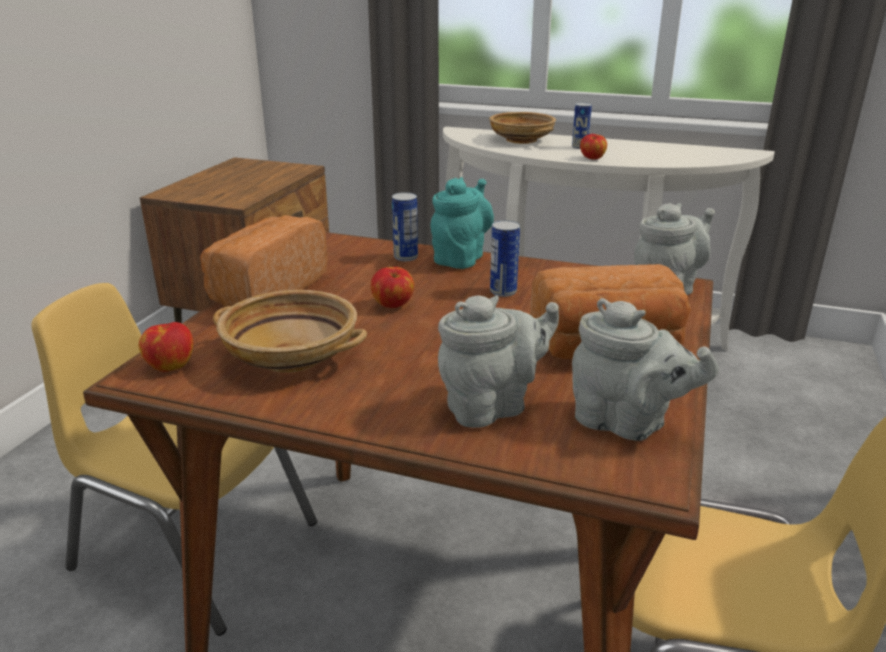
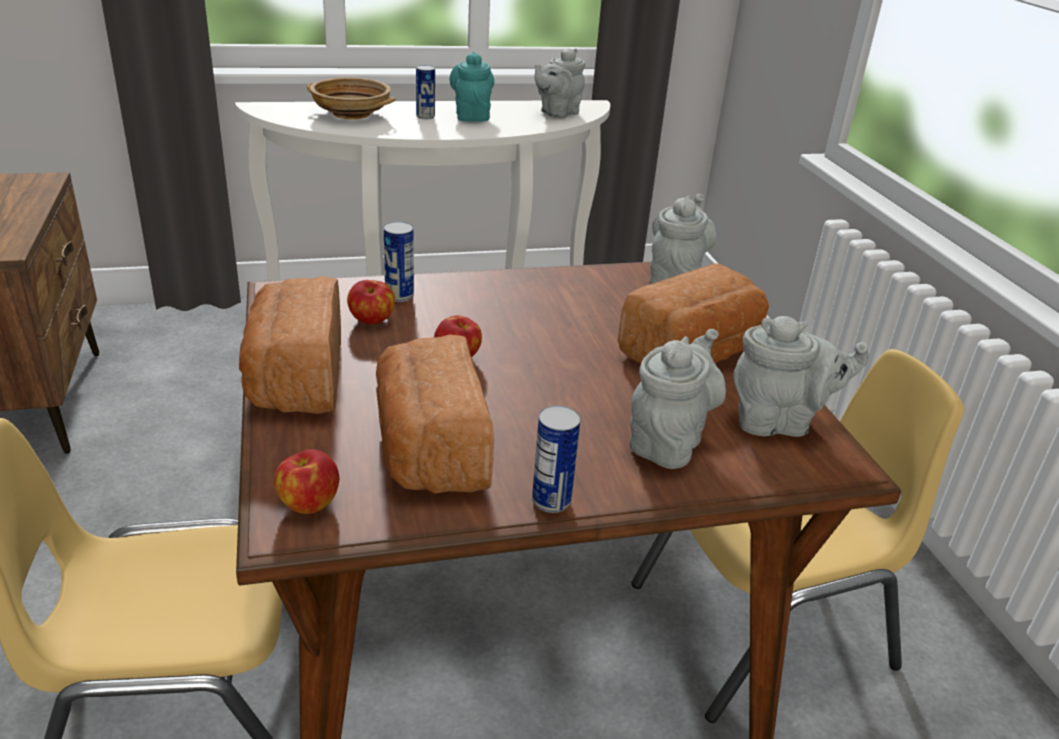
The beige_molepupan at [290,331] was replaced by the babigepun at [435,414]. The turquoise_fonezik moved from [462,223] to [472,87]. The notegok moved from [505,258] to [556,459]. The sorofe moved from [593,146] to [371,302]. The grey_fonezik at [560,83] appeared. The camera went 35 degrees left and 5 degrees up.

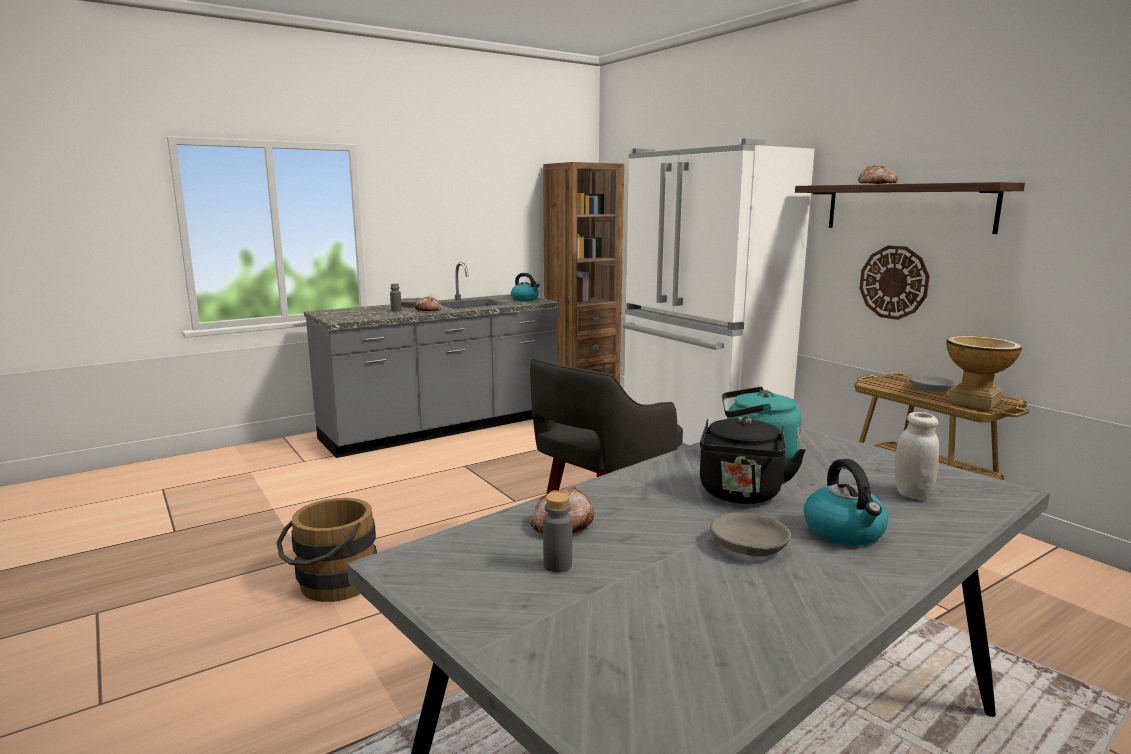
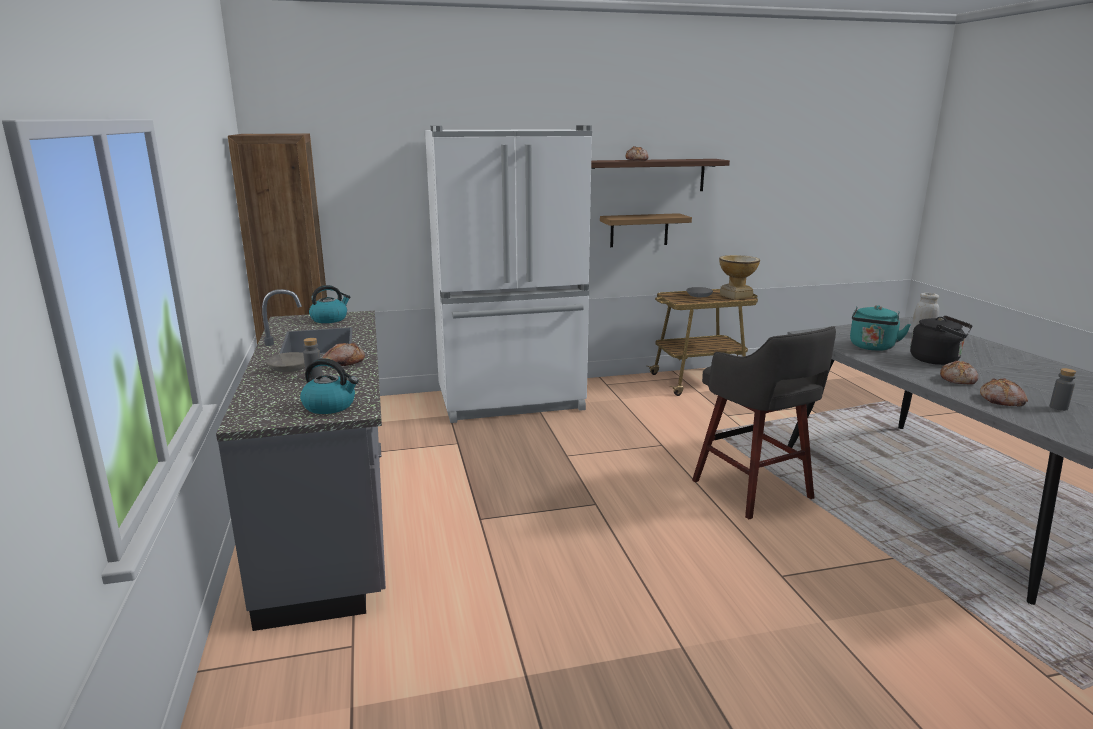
The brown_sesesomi at [326,550] disappeared. The grey_molepupan at [750,534] disappeared. The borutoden moved from [846,502] to [329,386]. The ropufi at [894,283] was replaced by the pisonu at [646,230]. The babigepun at [959,373] appeared. The camera went 70 degrees left and 5 degrees up.

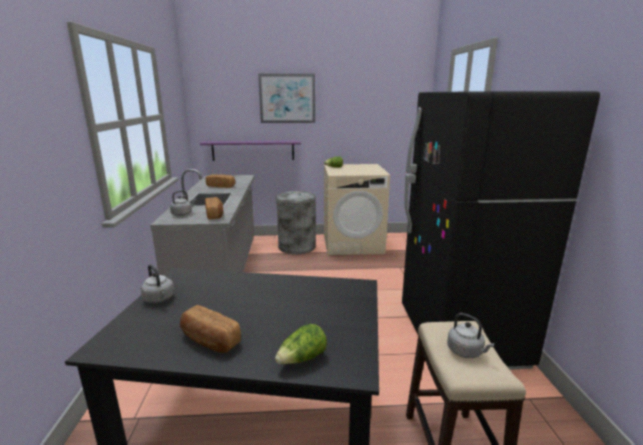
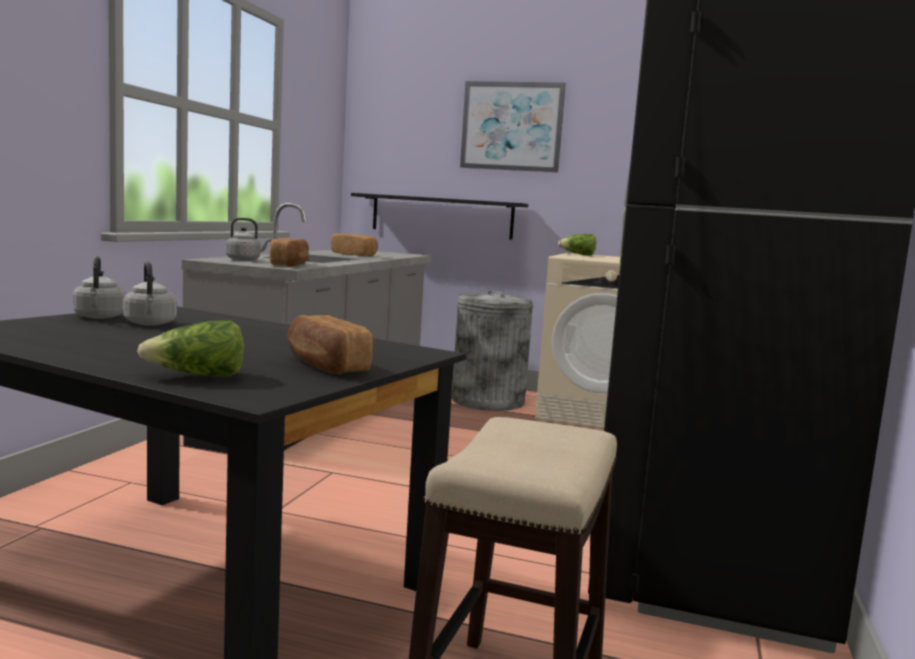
The babigepun moved from [210,329] to [330,344]. The purple_pisonu at [250,150] became the black_pisonu at [439,216]. The grey_borutoden moved from [470,335] to [150,294]. The camera went 20 degrees right and 10 degrees down.

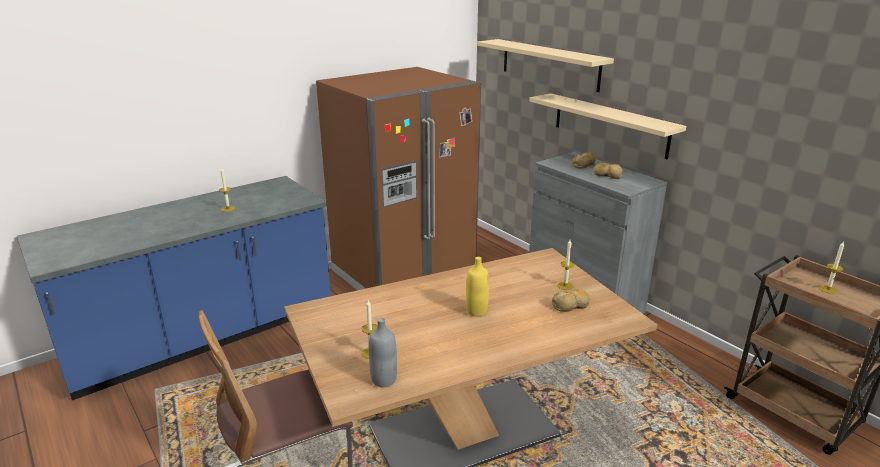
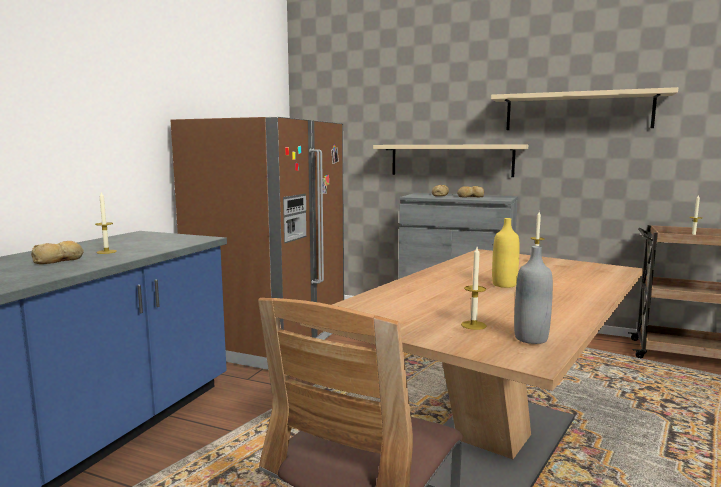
The beige_pisonu moved from [545,65] to [584,108]. The babigepun moved from [571,300] to [57,252]. The camera went 30 degrees left and 15 degrees down.

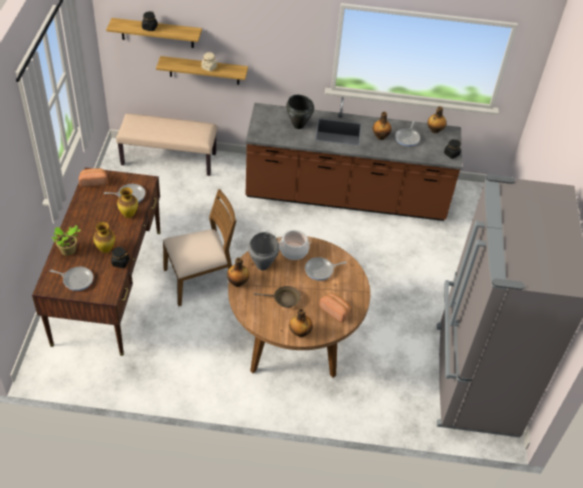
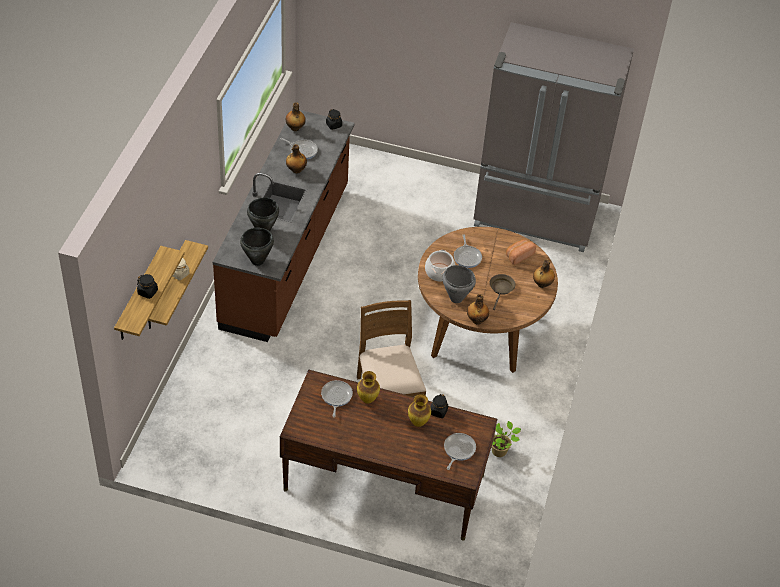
The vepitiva moved from [66,240] to [506,439]. The babigepun at [93,177] disappeared. The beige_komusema at [166,145] disappeared. The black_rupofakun at [257,247] appeared. The camera went 80 degrees left and 0 degrees up.

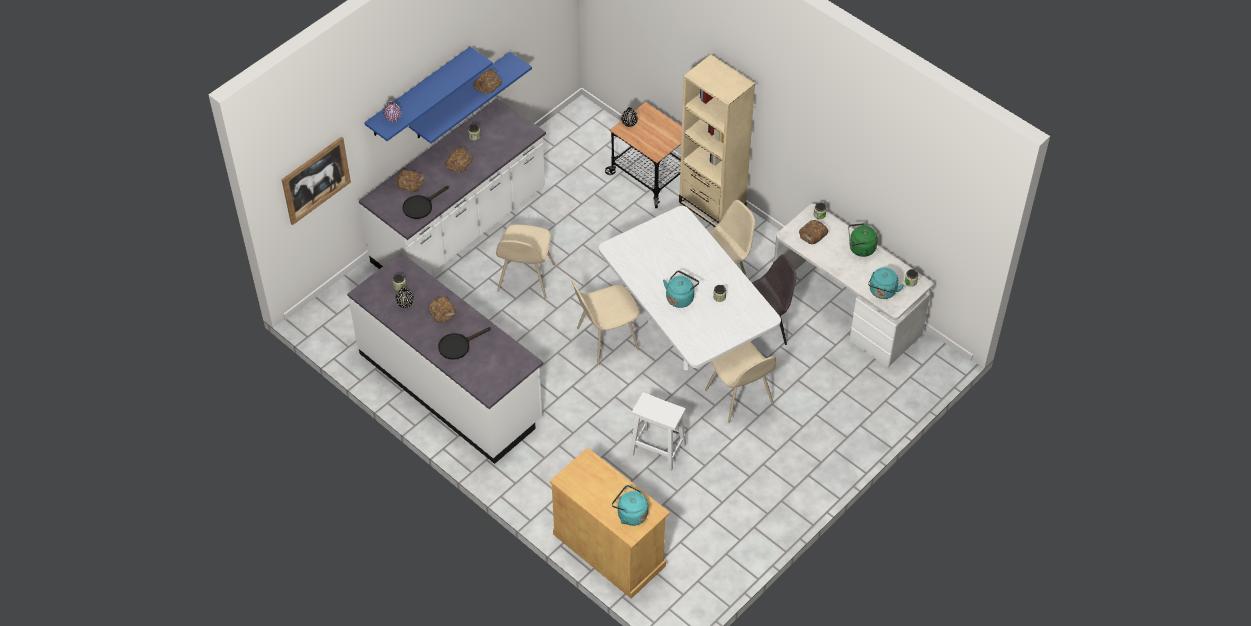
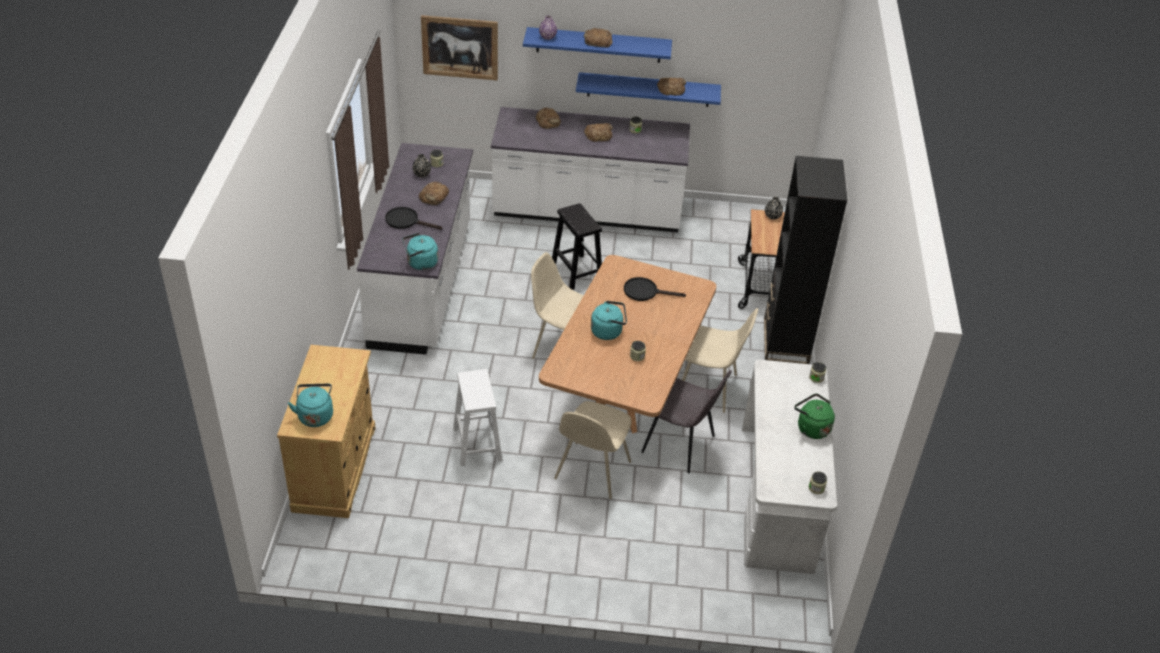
The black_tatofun moved from [425,202] to [655,289]. The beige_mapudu at [525,261] was replaced by the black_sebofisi at [577,246]. The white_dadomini at [690,288] became the brown_dadomini at [627,344]. The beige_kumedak at [717,140] became the black_kumedak at [805,260]. The babigepun moved from [813,232] to [598,38]. The turquoise_borutoden moved from [886,283] to [420,251]. The camera went 50 degrees right and 10 degrees down.

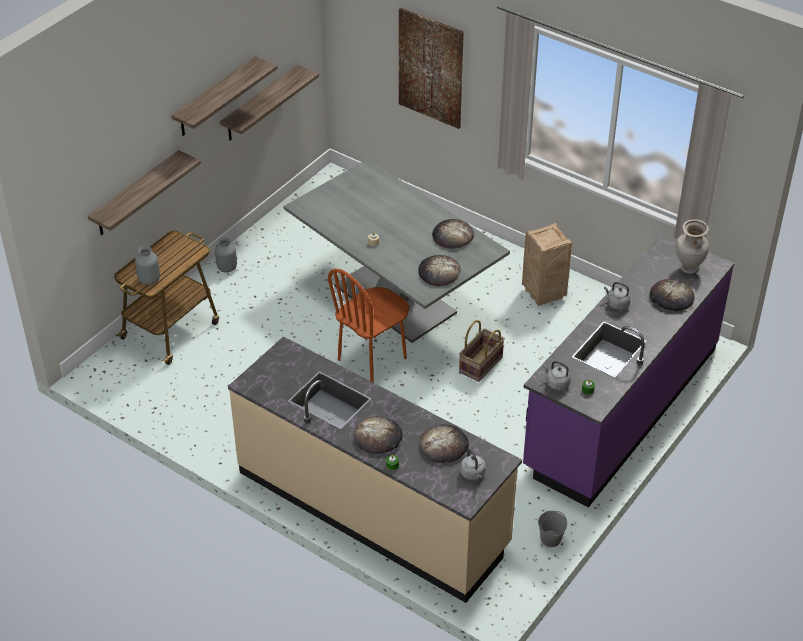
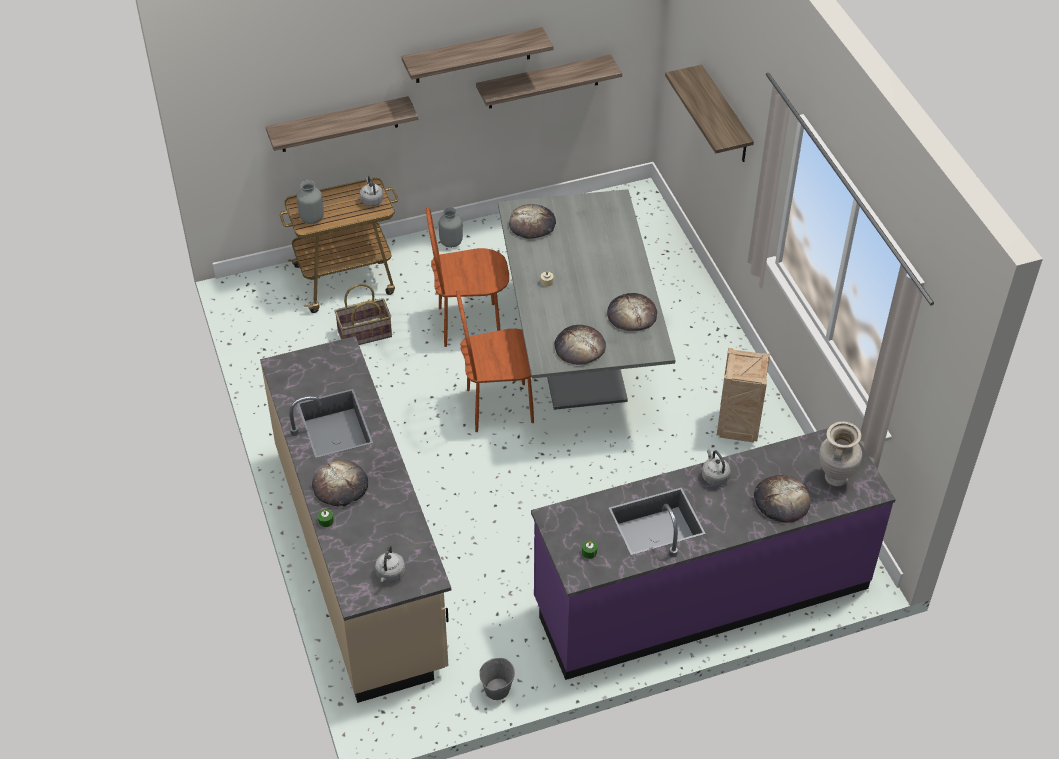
The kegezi at [431,68] was replaced by the pisonu at [709,113]. The babigepun moved from [444,443] to [532,221]. The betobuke moved from [482,351] to [363,314]. The grey_borutoden moved from [557,375] to [372,191]. The brown_mapudu at [467,277] appeared. The camera went 35 degrees right and 5 degrees up.

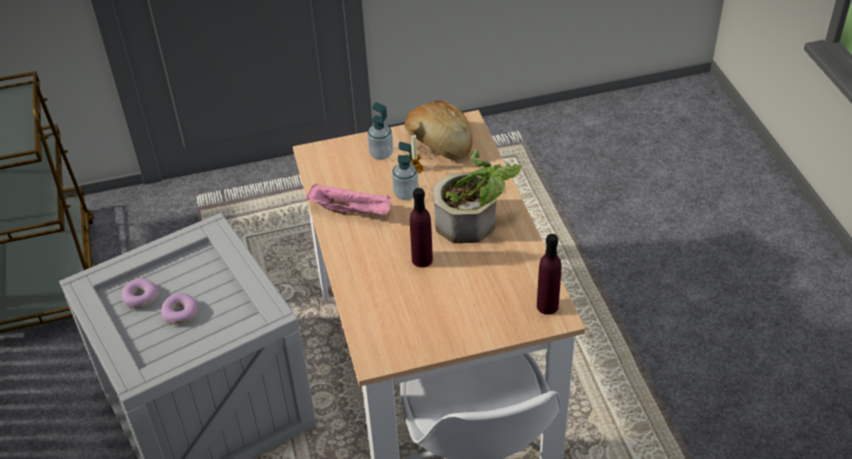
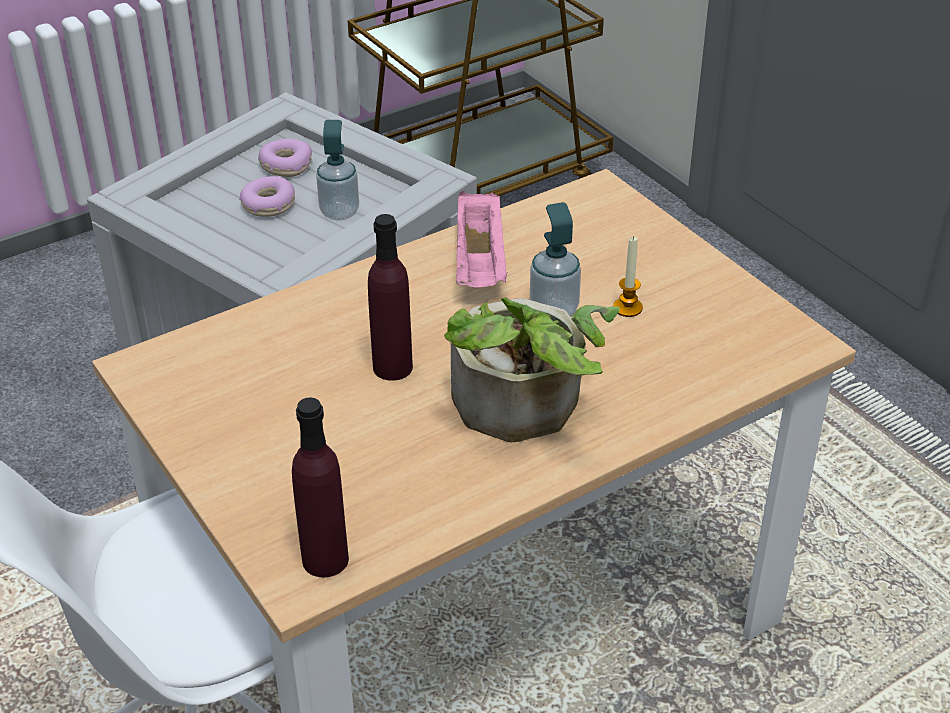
The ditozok moved from [380,131] to [337,170]. The babigepun at [439,130] disappeared. The camera went 70 degrees right and 5 degrees down.

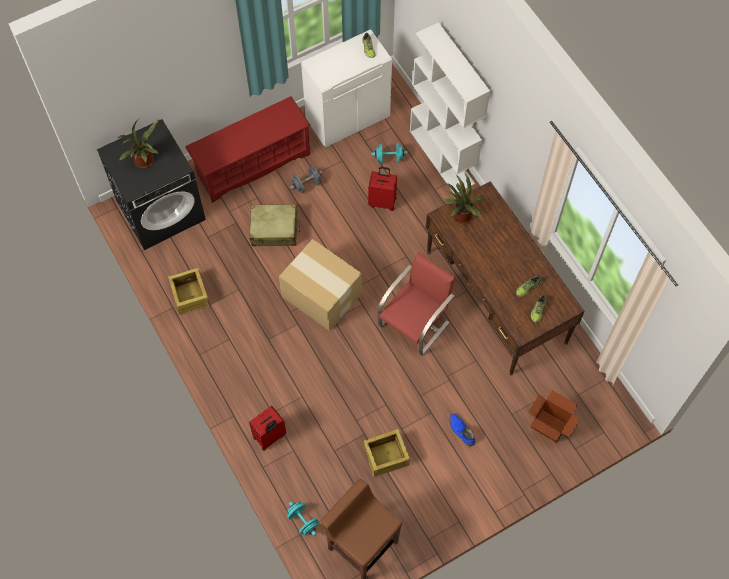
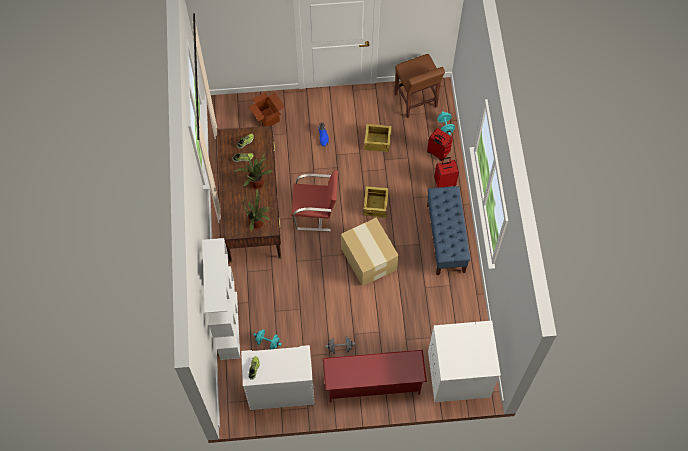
The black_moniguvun at [151,184] became the white_moniguvun at [464,361]. The vepitiva moved from [138,143] to [253,171]. The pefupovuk moved from [189,291] to [376,202]. The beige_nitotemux at [274,225] disappeared. The red_nitotemux moved from [382,189] to [440,144]. The red_mapudu at [416,304] turned 150 degrees counterclockwise. The blue_komusema at [448,230] appeared. The camera went 155 degrees left and 0 degrees up.

